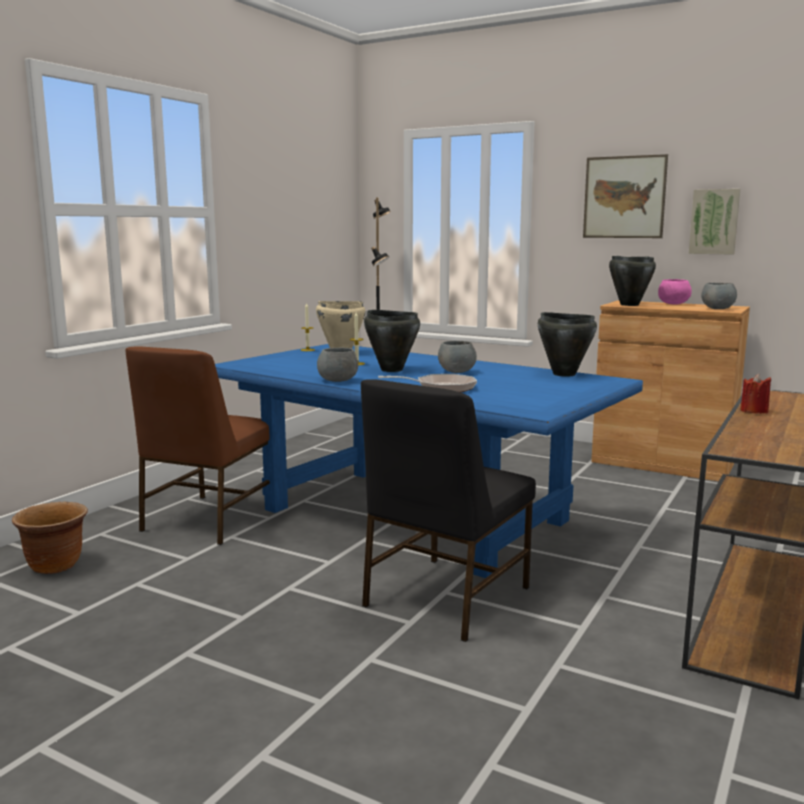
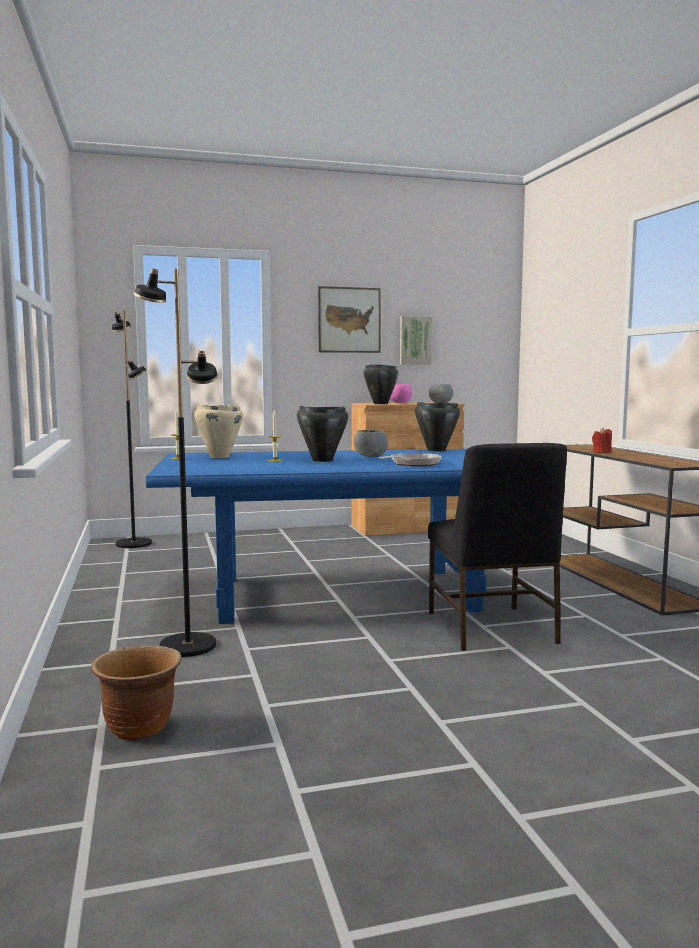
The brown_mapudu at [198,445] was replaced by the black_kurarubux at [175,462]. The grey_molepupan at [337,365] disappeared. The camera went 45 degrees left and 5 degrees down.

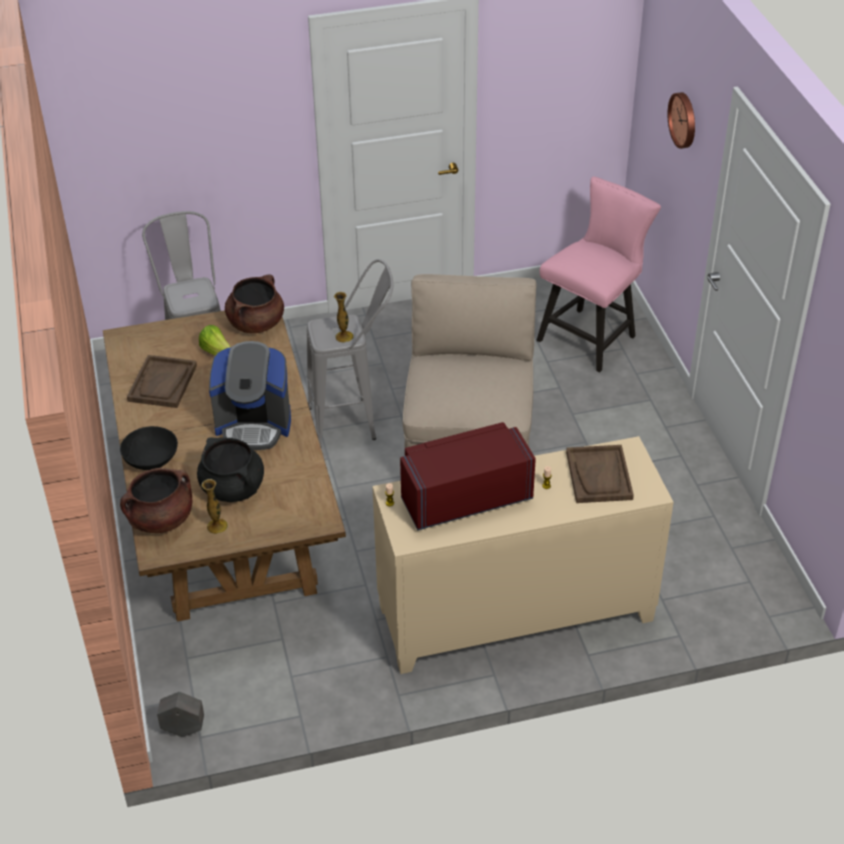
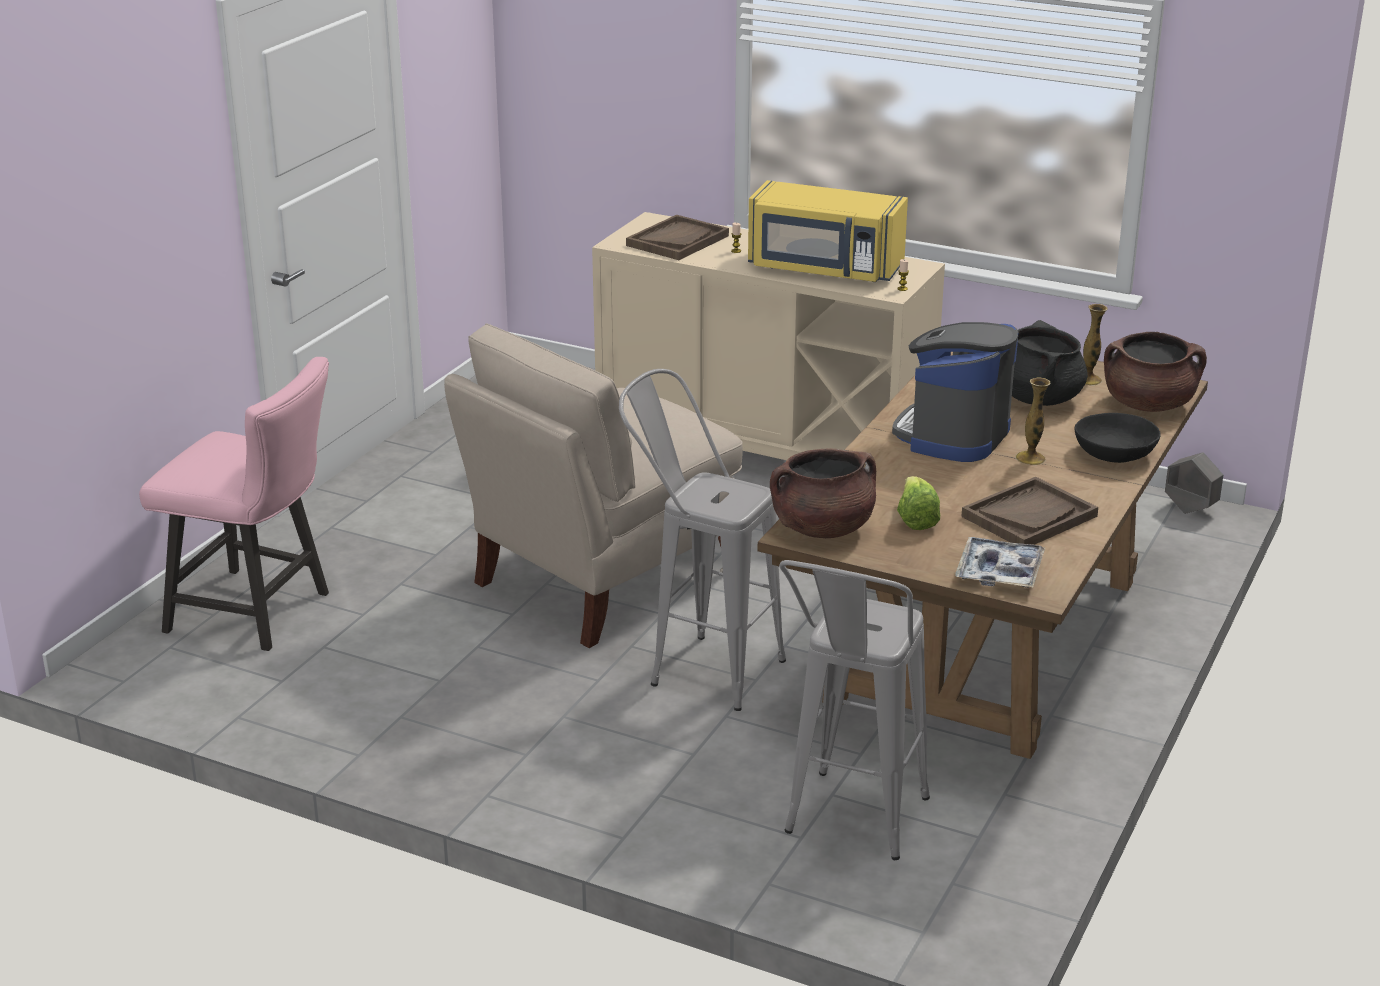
The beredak at [250,395] turned 105 degrees counterclockwise. The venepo moved from [344,317] to [1033,421]. The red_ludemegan at [468,476] became the yellow_ludemegan at [828,231]. The pink_mapudu at [599,274] turned 150 degrees counterclockwise. The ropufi at [681,120] disappeared. The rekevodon at [1000,562] appeared. The camera went 140 degrees left and 15 degrees down.

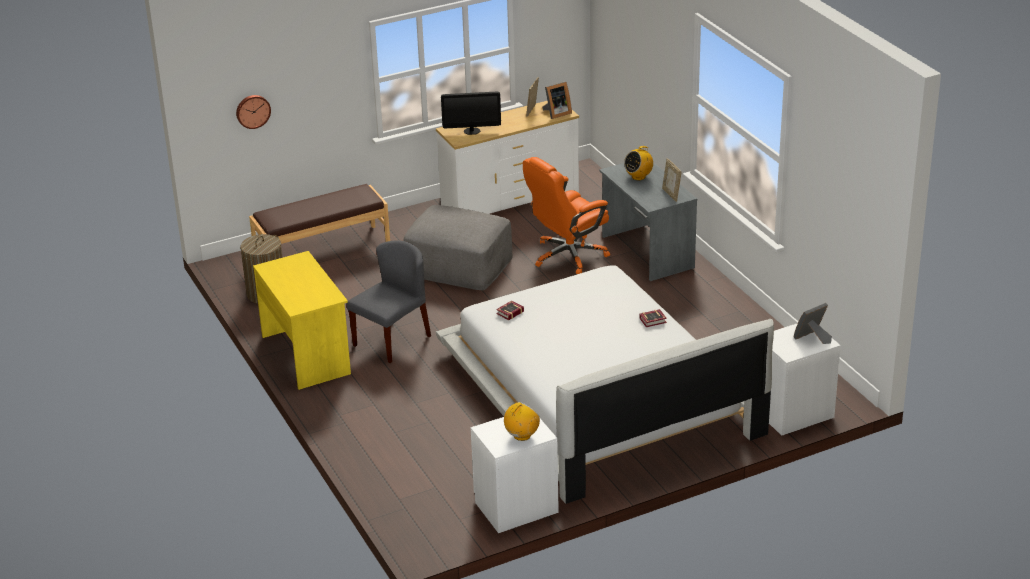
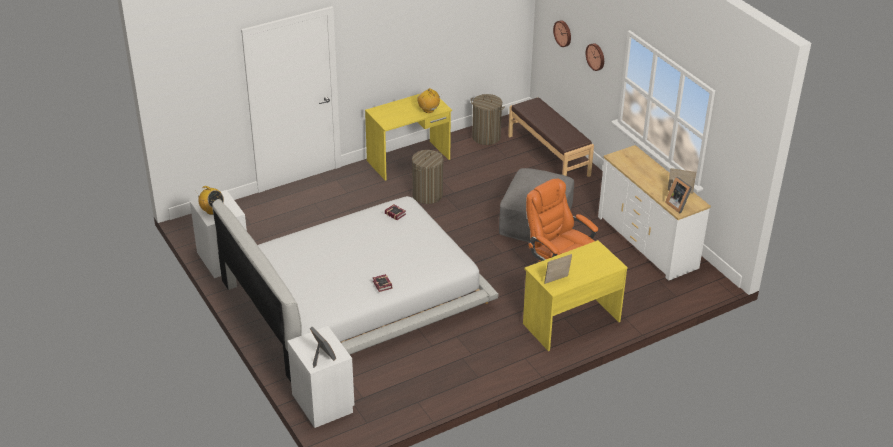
The grey_mapudu at [388,301] was replaced by the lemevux at [427,177]. The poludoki at [471,113] disappeared. The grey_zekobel at [648,221] became the yellow_zekobel at [575,295]. The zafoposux moved from [638,162] to [428,100]. The ropufi at [594,57] appeared. The camera went 85 degrees right and 5 degrees up.

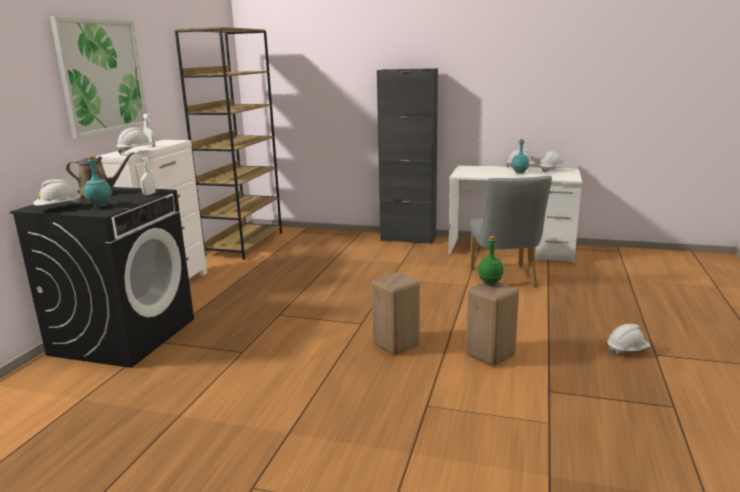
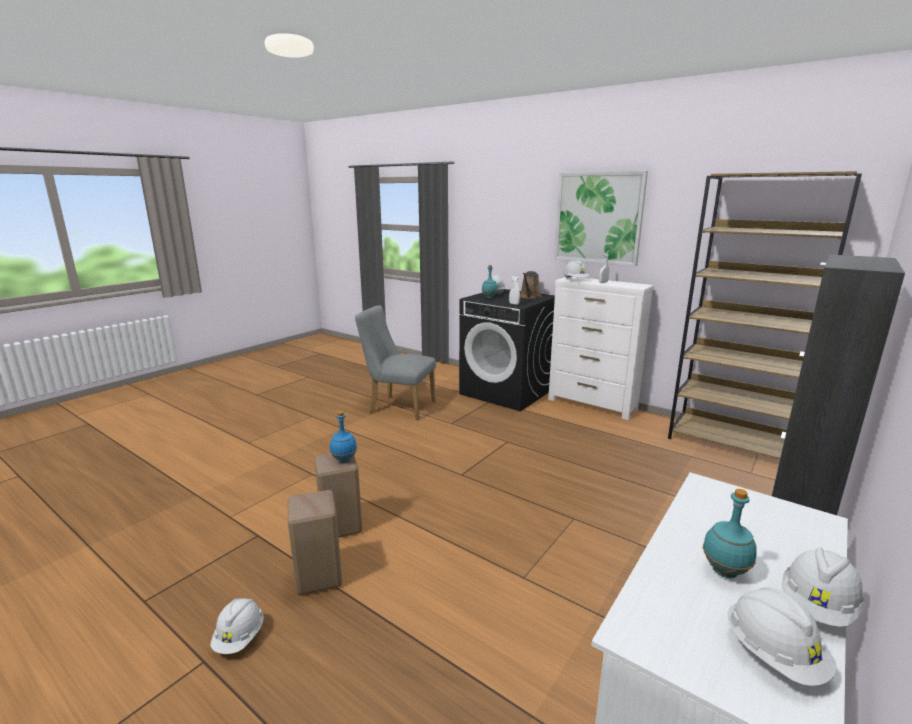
The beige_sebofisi moved from [396,314] to [315,542]. The grey_mapudu moved from [511,231] to [395,362]. The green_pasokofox at [490,261] became the blue_pasokofox at [343,437]. The camera went 110 degrees right and 0 degrees up.

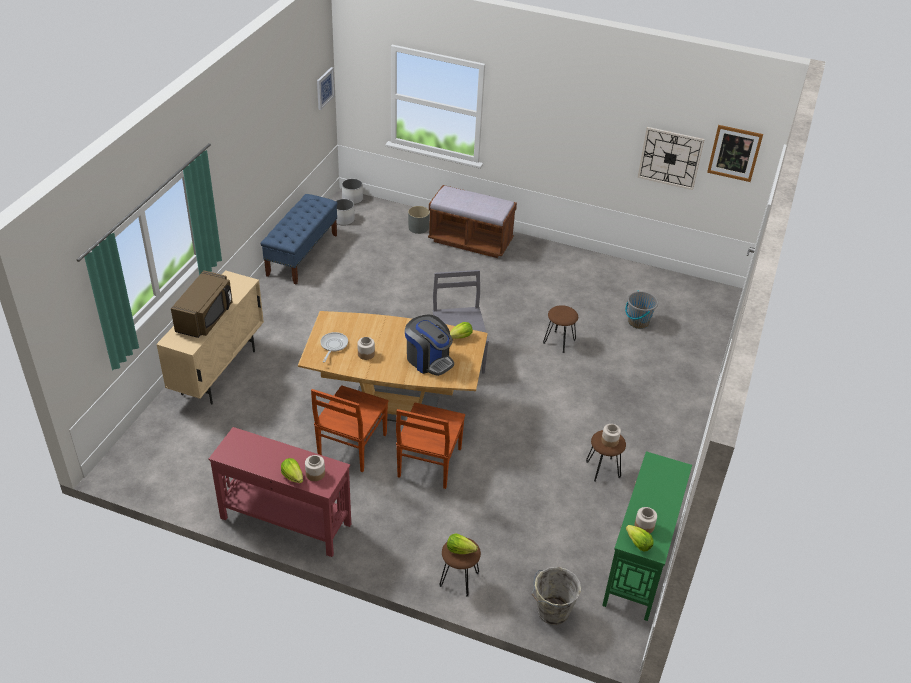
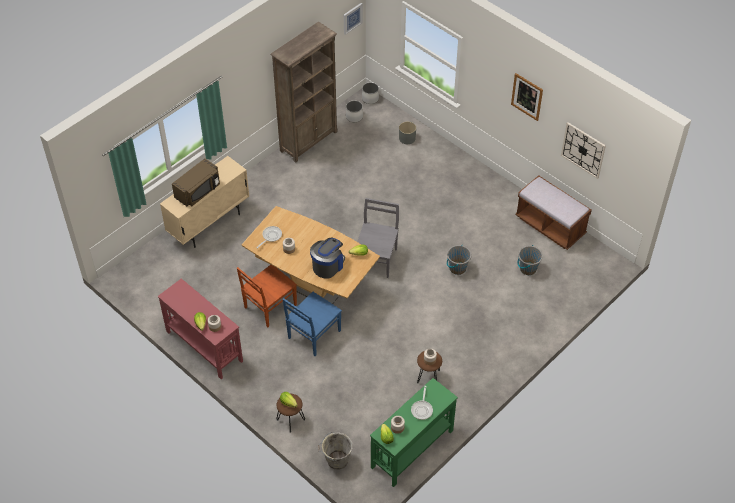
The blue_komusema at [299,239] was replaced by the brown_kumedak at [303,92]. The brown_mapudu at [430,446] became the blue_mapudu at [312,324]. The beredak at [429,345] turned 120 degrees counterclockwise. The brown_komusema moved from [472,221] to [553,212]. The brown_sebofisi at [560,329] was replaced by the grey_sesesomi at [459,260]. The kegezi moved from [735,153] to [527,97]. The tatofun at [422,403] appeared. The camera went 25 degrees right and 10 degrees up.

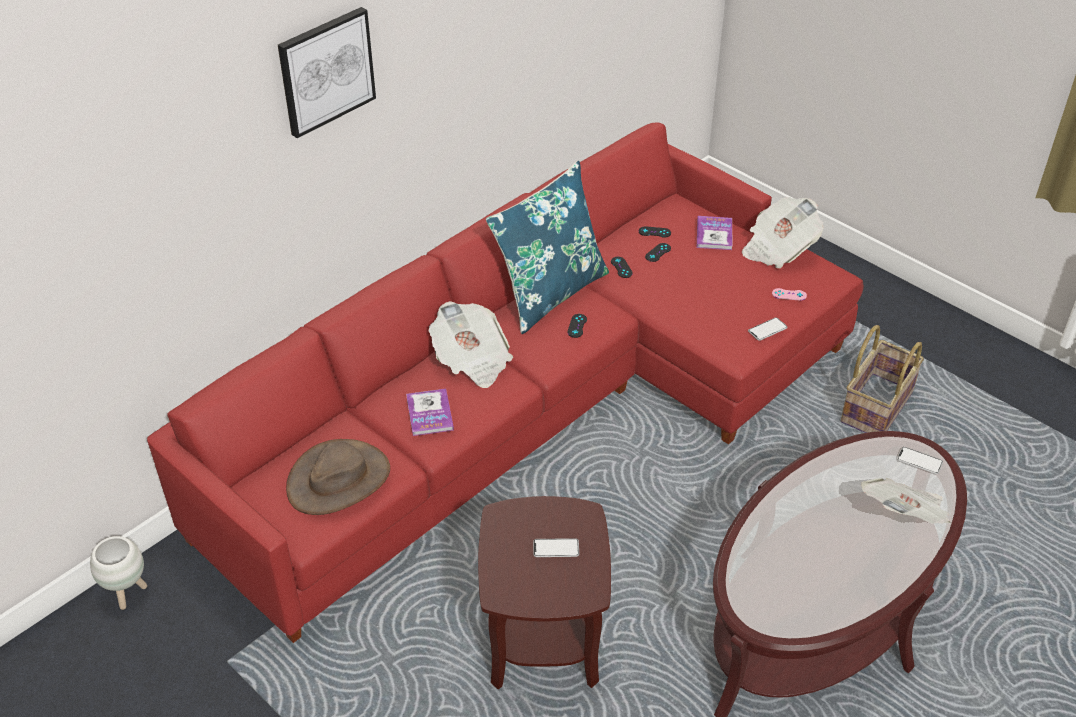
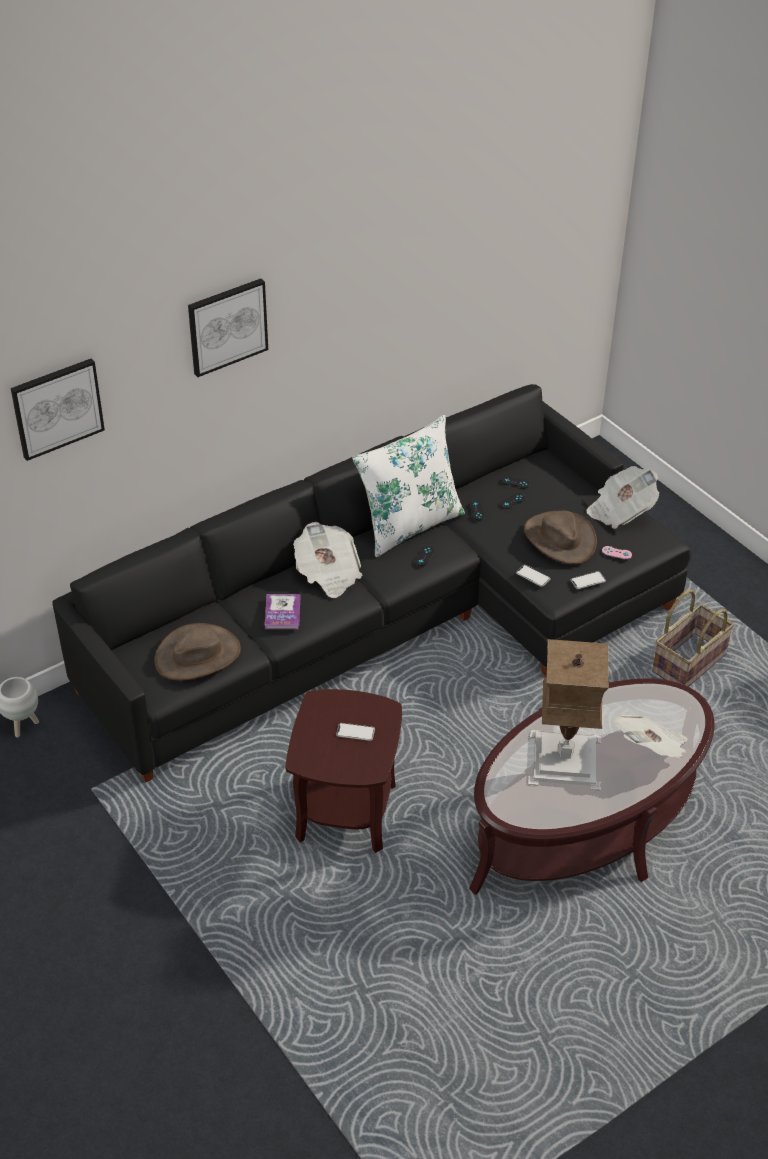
The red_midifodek at [505,383] became the black_midifodek at [372,583]. The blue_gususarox at [547,247] became the white_gususarox at [408,486]. The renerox at [714,233] disappeared. The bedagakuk moved from [920,460] to [533,576]. The kegezi at [57,410] appeared. The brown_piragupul at [560,537] appeared. The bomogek at [568,715] appeared. The camera went 10 degrees right and 0 degrees up.

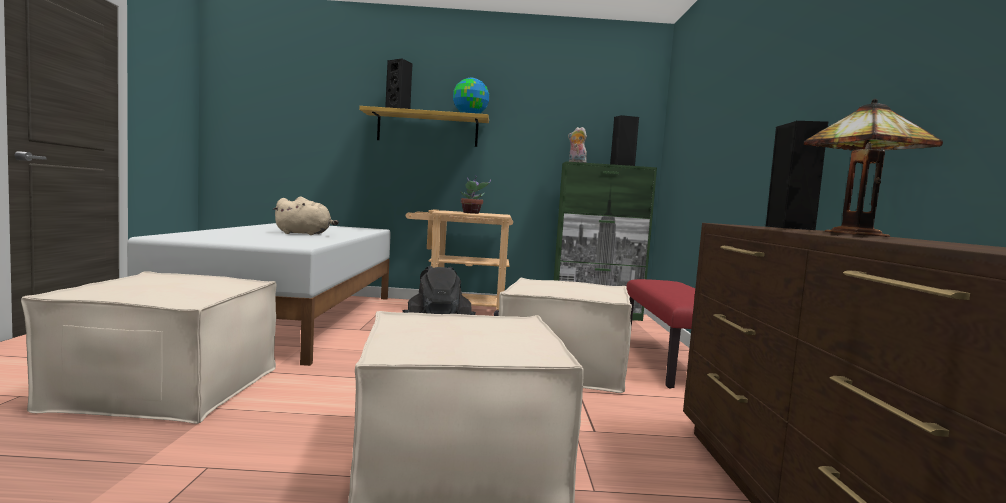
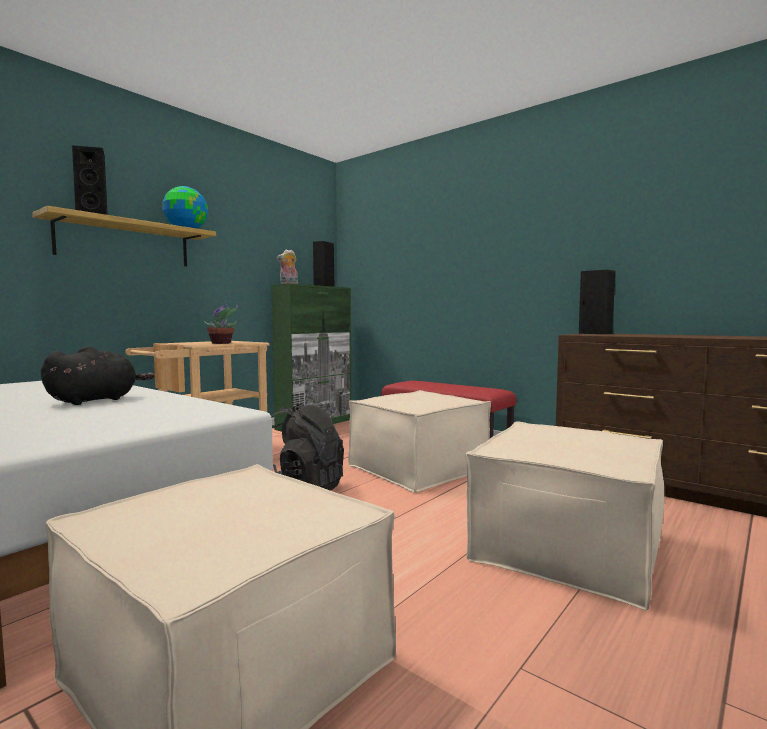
The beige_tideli at [306,215] became the black_tideli at [98,375]. The bomogek at [873,167] disappeared. The camera went 50 degrees left and 0 degrees up.

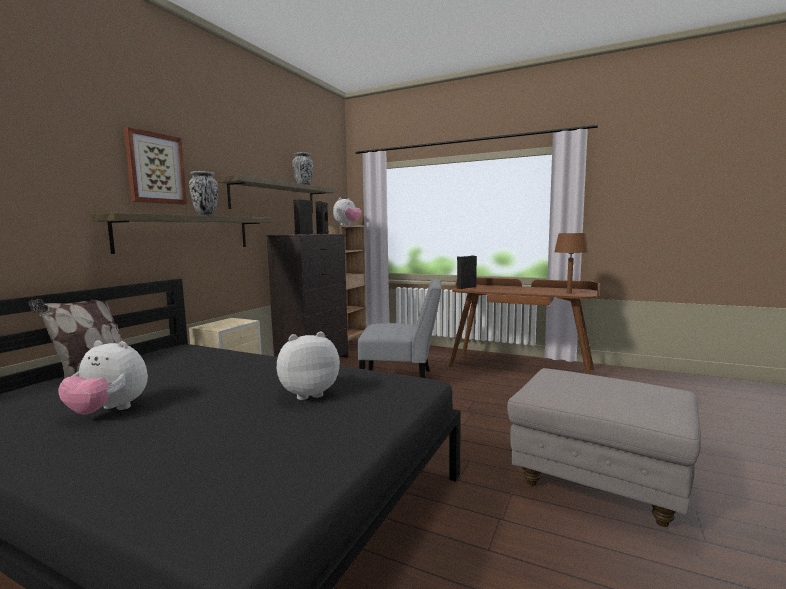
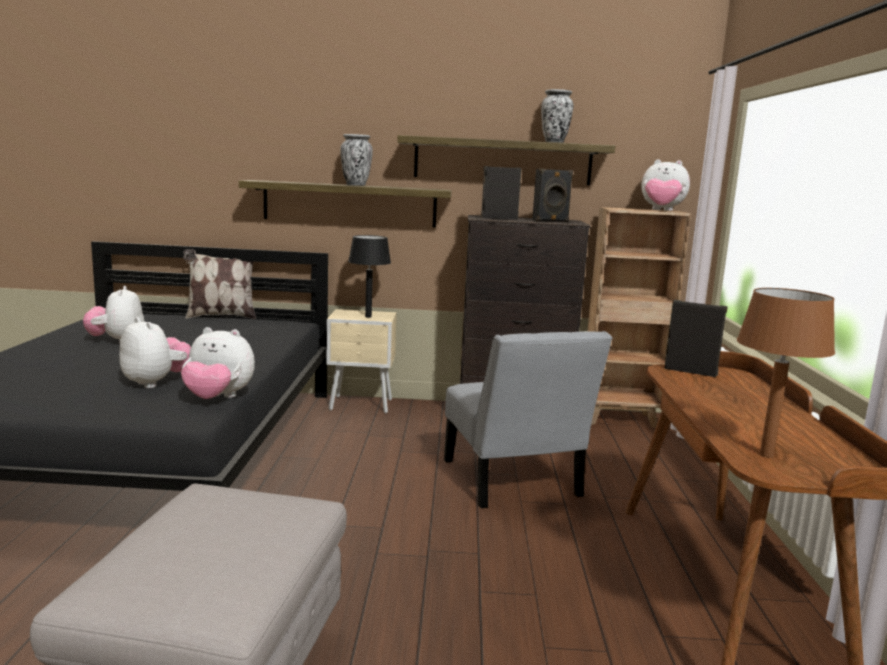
The kegezi at [155,165] disappeared. The tideli at [218,363] appeared. The black_bomogek at [369,276] appeared. The camera went 65 degrees right and 5 degrees up.

